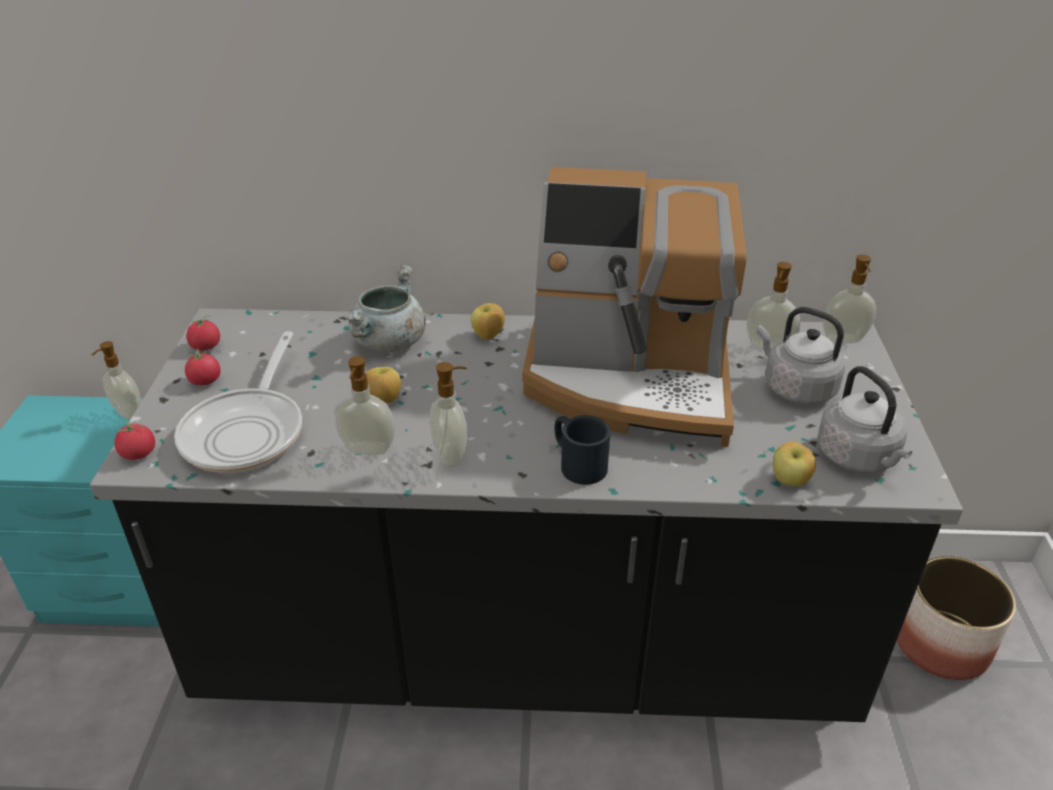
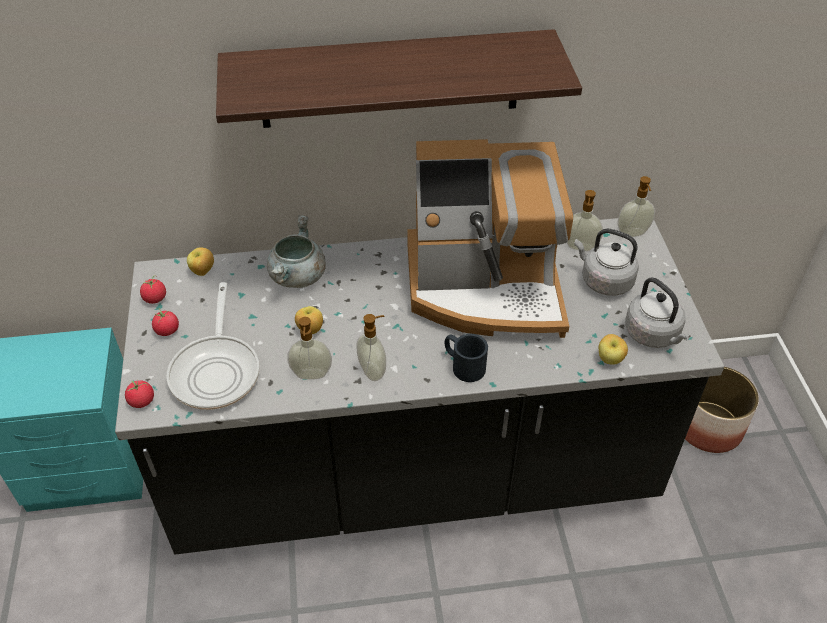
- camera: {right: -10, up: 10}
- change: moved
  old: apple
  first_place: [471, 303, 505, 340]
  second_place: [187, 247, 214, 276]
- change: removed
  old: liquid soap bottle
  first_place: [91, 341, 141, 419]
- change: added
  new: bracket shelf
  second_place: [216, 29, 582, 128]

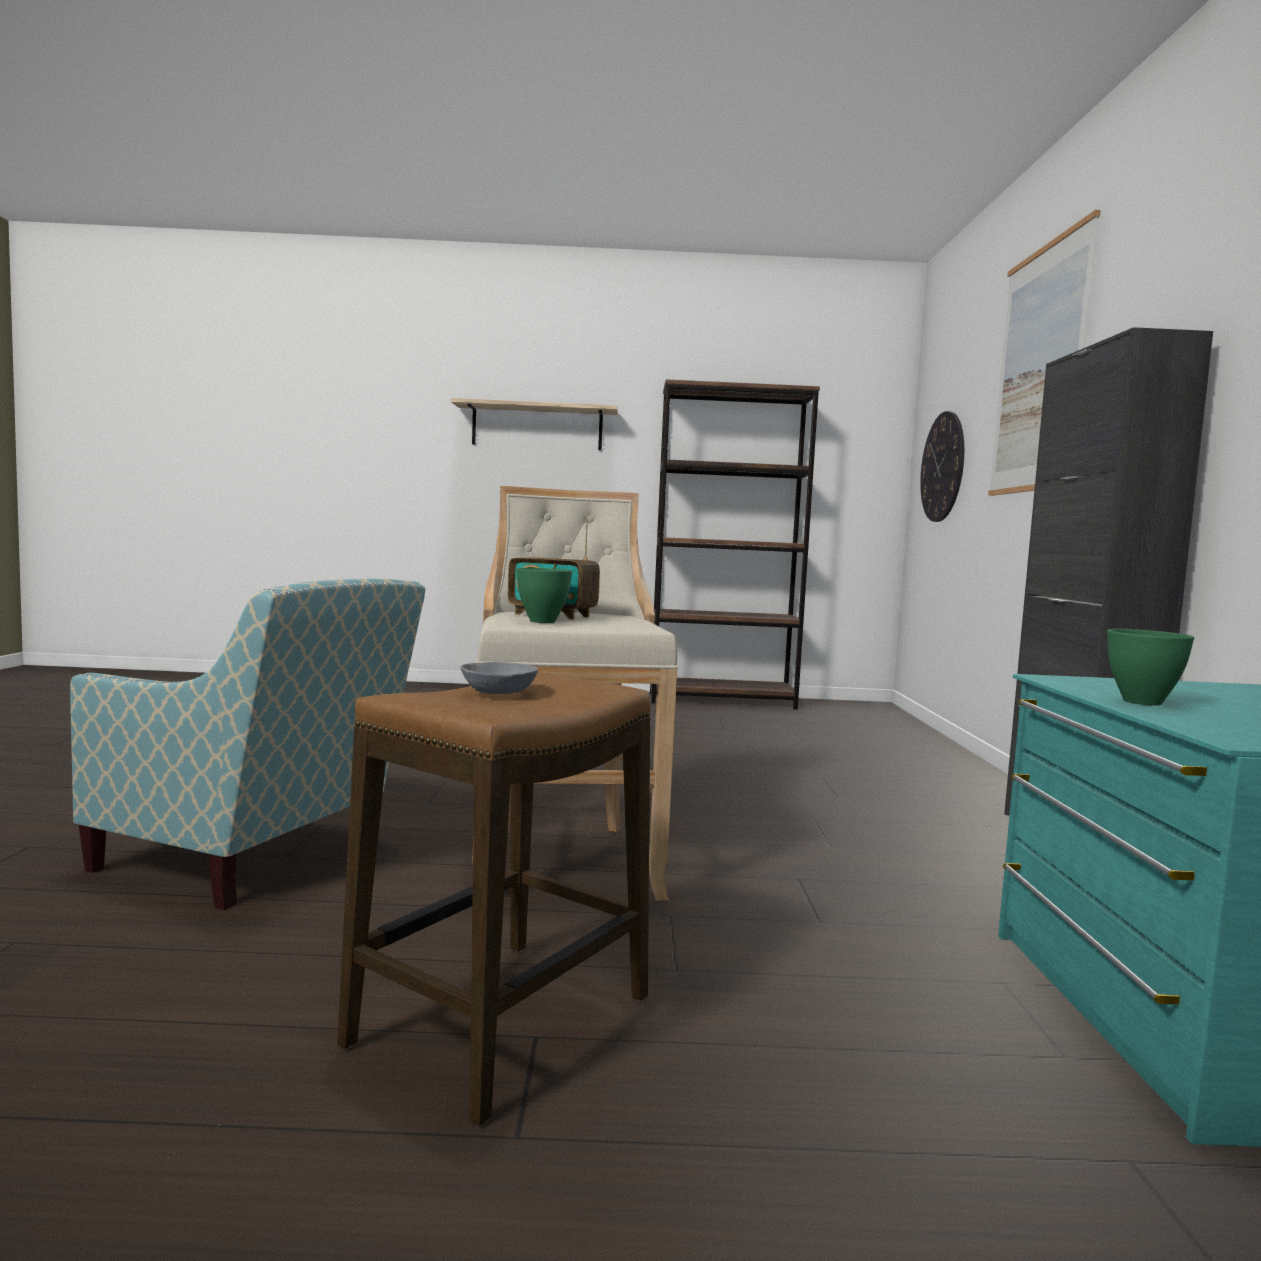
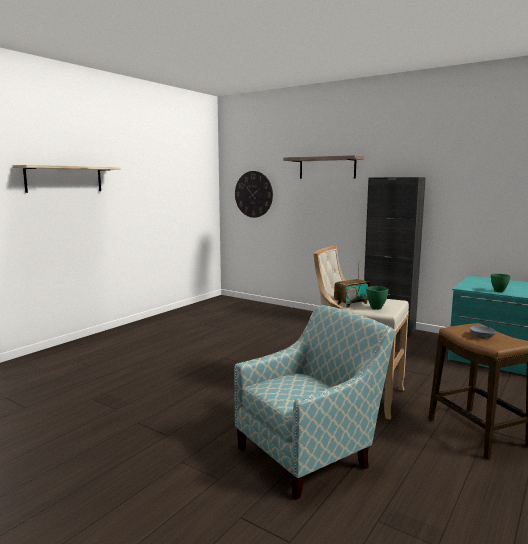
- camera: {right: -55, up: 5}
- change: replaced
  old: wall art
  new: bracket shelf
  first_place: [988, 210, 1100, 496]
  second_place: [283, 155, 364, 179]
- change: removed
  old: brown-coloured bookshelf
  first_place: [650, 379, 820, 710]

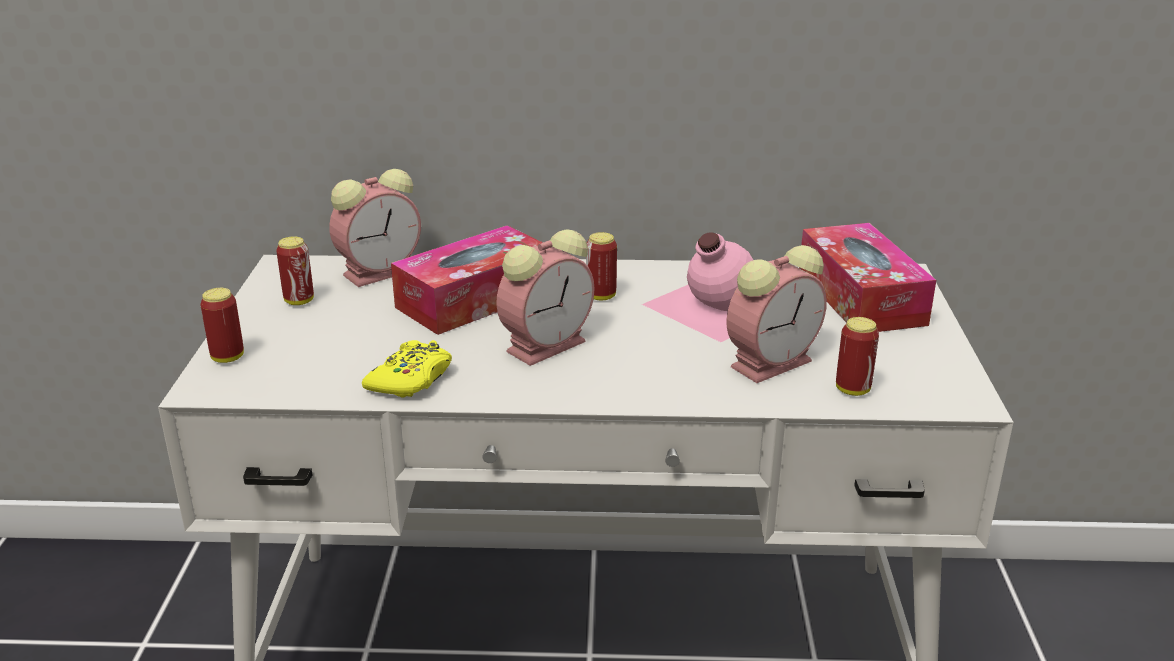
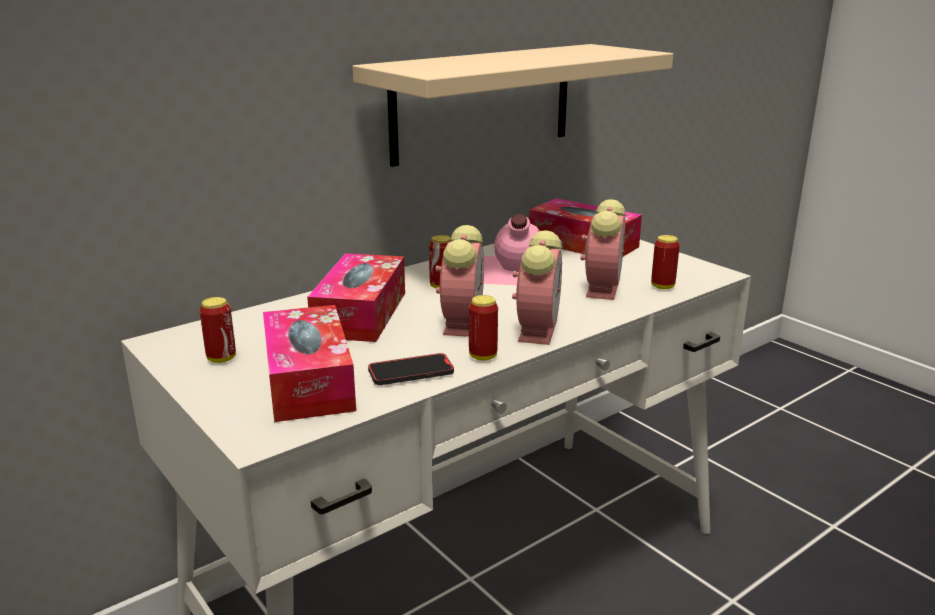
- camera: {right: -40, up: -5}
- change: moved
  old: bedside clock
  first_place: [329, 169, 421, 287]
  second_place: [512, 230, 562, 345]
- change: moved
  old: can
  first_place: [200, 288, 244, 363]
  second_place: [469, 295, 498, 360]
- change: replaced
  old: yellowish joypad
  new: handset
  first_place: [362, 340, 452, 398]
  second_place: [368, 353, 454, 385]
- change: added
  new: beige-coloured bracket shelf
  second_place: [352, 44, 673, 167]
- change: added
  new: tissue holder
  second_place: [263, 305, 356, 422]

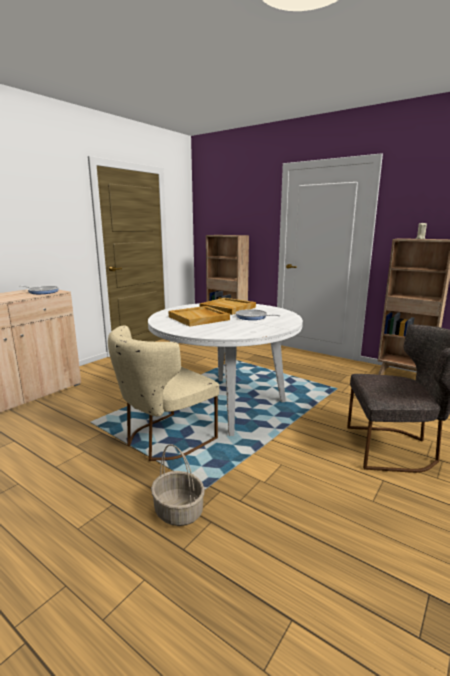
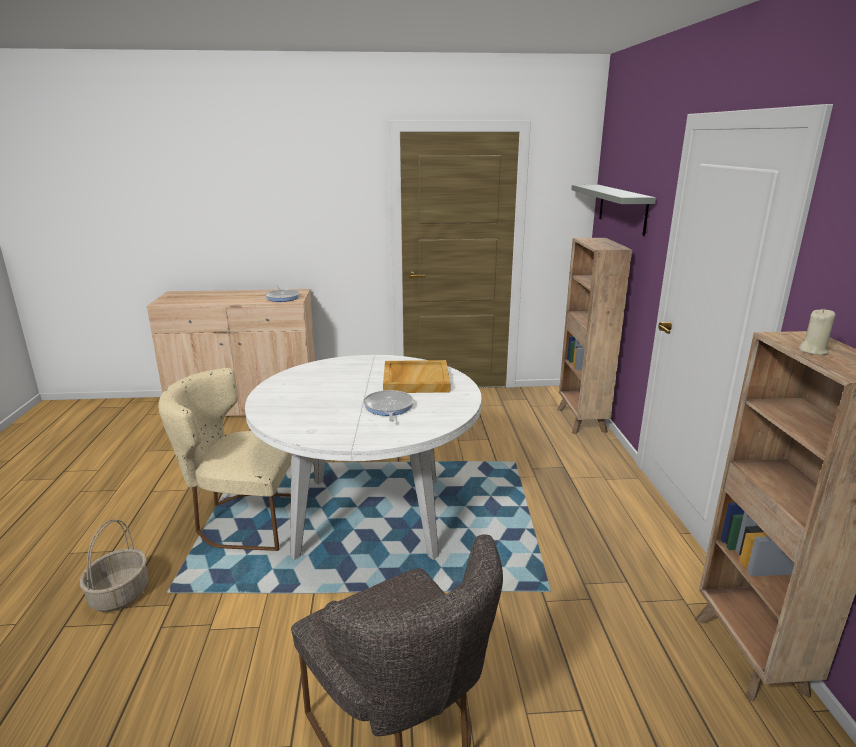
- camera: {right: 50, up: 5}
- change: removed
  old: beige-coloured carrying tray
  first_place: [168, 306, 230, 327]
- change: added
  new: greyish bracket shelf
  second_place: [571, 185, 656, 236]

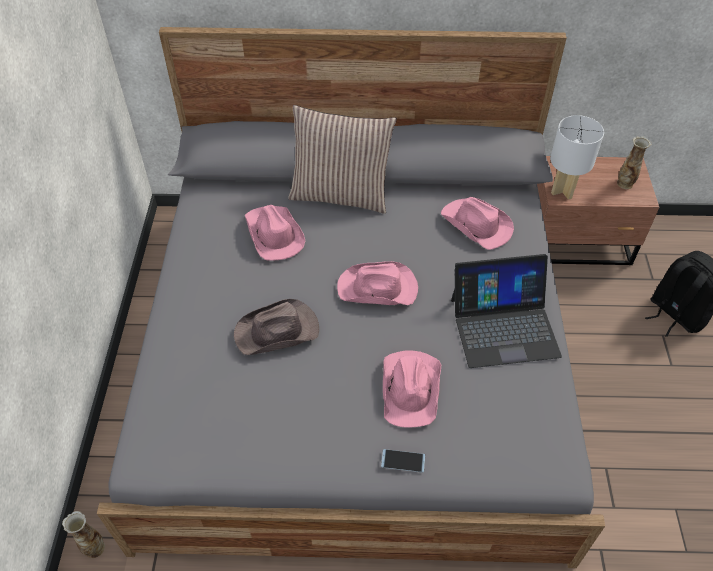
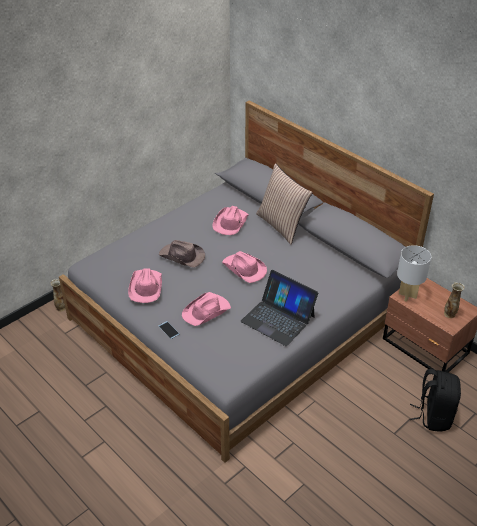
- camera: {right: 45, up: -10}
- change: moved
  old: pink hat
  first_place: [441, 197, 514, 250]
  second_place: [128, 268, 162, 303]

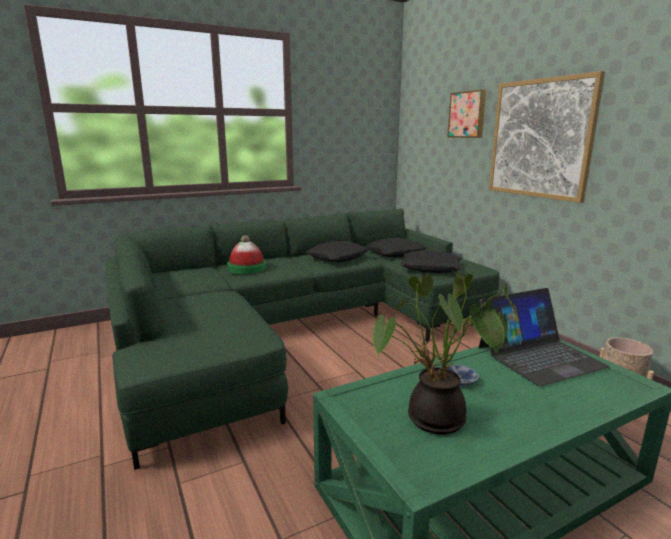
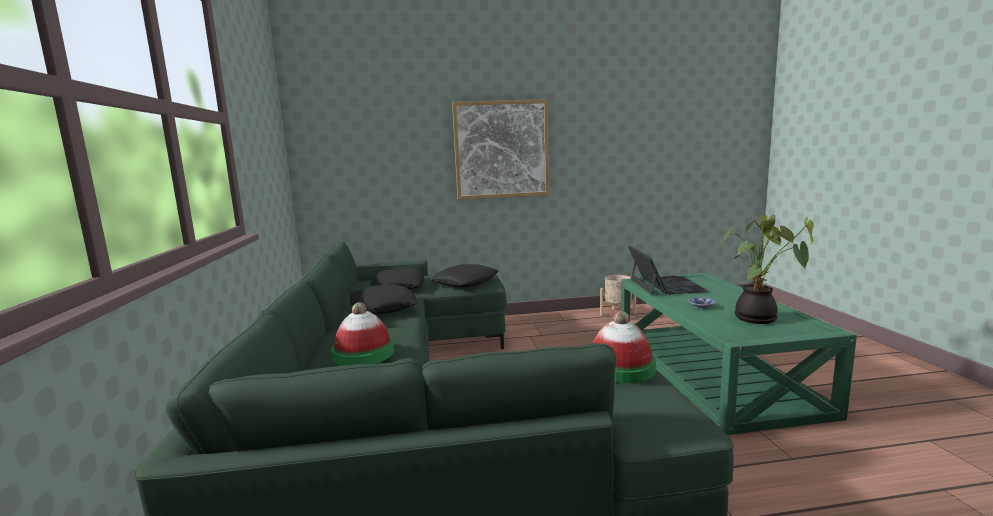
- camera: {right: -70, up: -5}
- change: removed
  old: wall art
  first_place: [447, 89, 486, 138]
- change: added
  new: hat
  second_place: [593, 311, 656, 383]

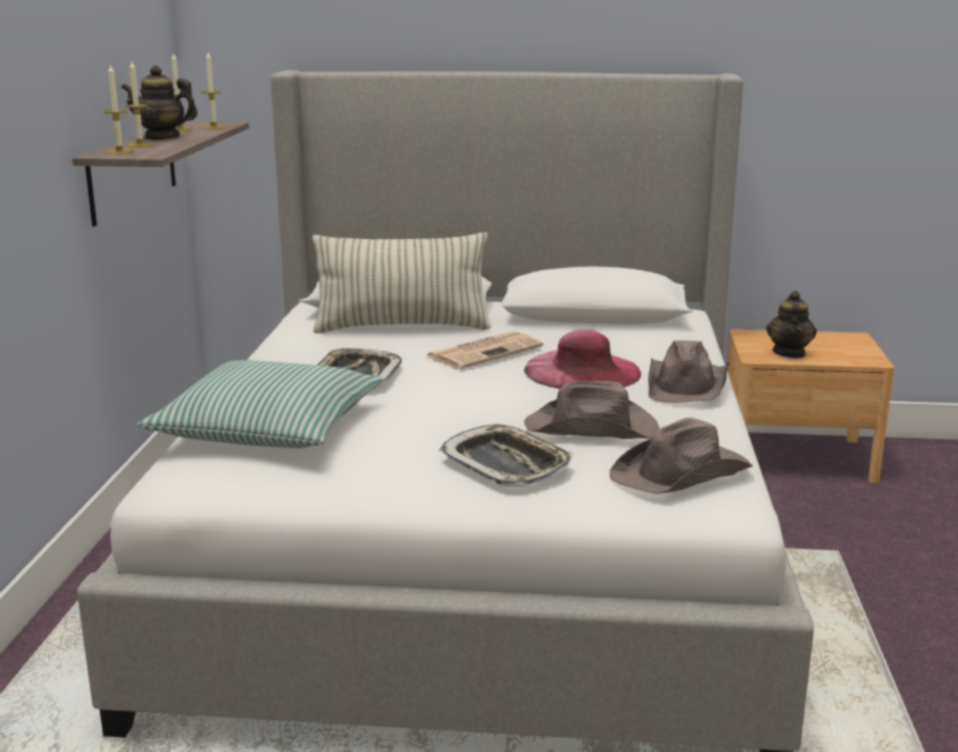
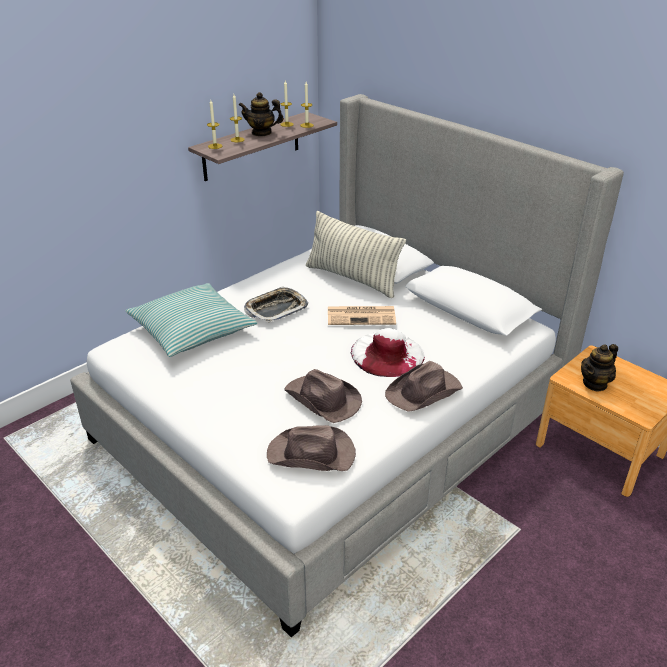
- camera: {right: 40, up: 15}
- change: turned
  old: tea pot
  first_place: [121, 65, 198, 140]
  second_place: [239, 92, 284, 136]
  degrees: -45
- change: recoloured
  old: pink hat
  new: white-coloured hat
  first_place: [524, 329, 641, 389]
  second_place: [351, 328, 425, 377]
- change: removed
  old: carrying tray
  first_place: [439, 424, 574, 487]

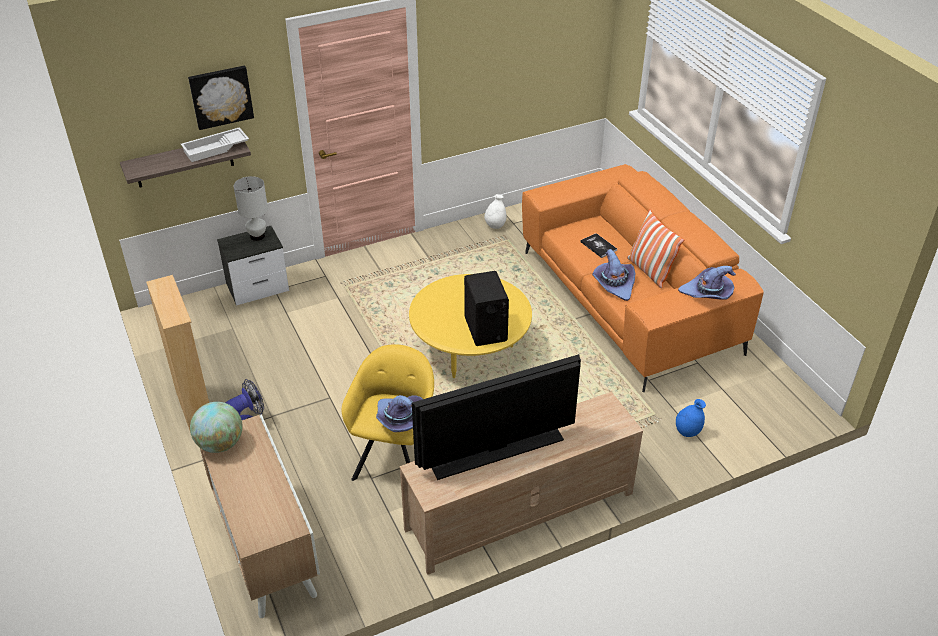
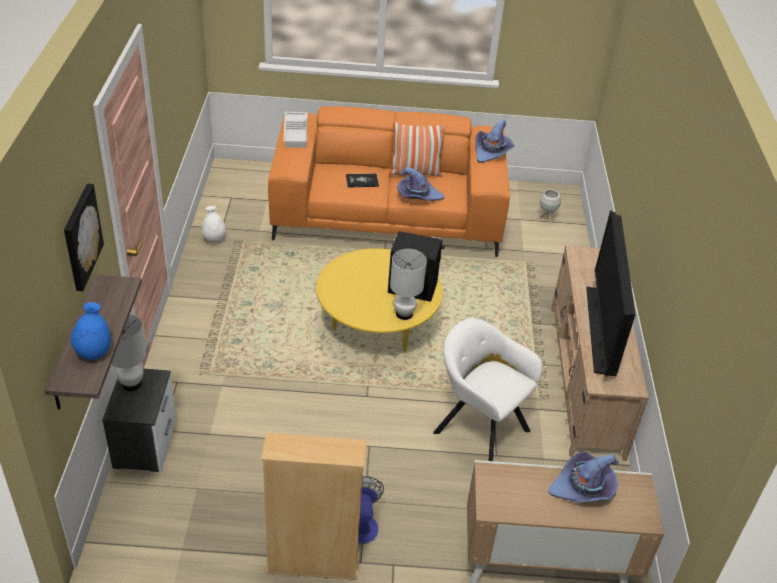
- camera: {right: -65, up: 0}
- change: moved
  old: white-coloured carrying tray
  first_place: [181, 127, 249, 162]
  second_place: [284, 112, 307, 148]
- change: recoloured
  old: yellowish easy chair
  new: white-coloured easy chair
  first_place: [342, 344, 434, 481]
  second_place: [433, 318, 542, 461]
- change: moved
  old: purplish hat
  first_place: [376, 395, 423, 432]
  second_place: [549, 451, 619, 502]
- change: moved
  old: bluish decorative vase
  first_place: [676, 399, 706, 437]
  second_place: [71, 302, 111, 360]
- change: removed
  old: desk globe
  first_place: [190, 402, 242, 453]
- change: added
  new: white-coloured flower pot
  second_place: [539, 189, 561, 221]
- change: added
  new: white-coloured lamp for a table
  second_place: [390, 249, 427, 320]

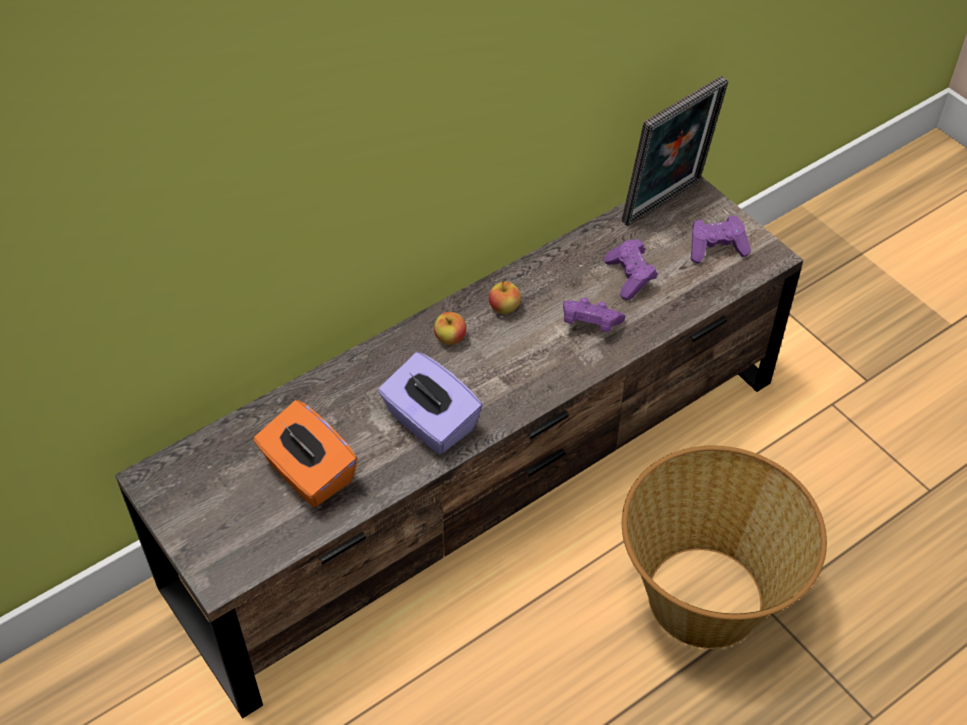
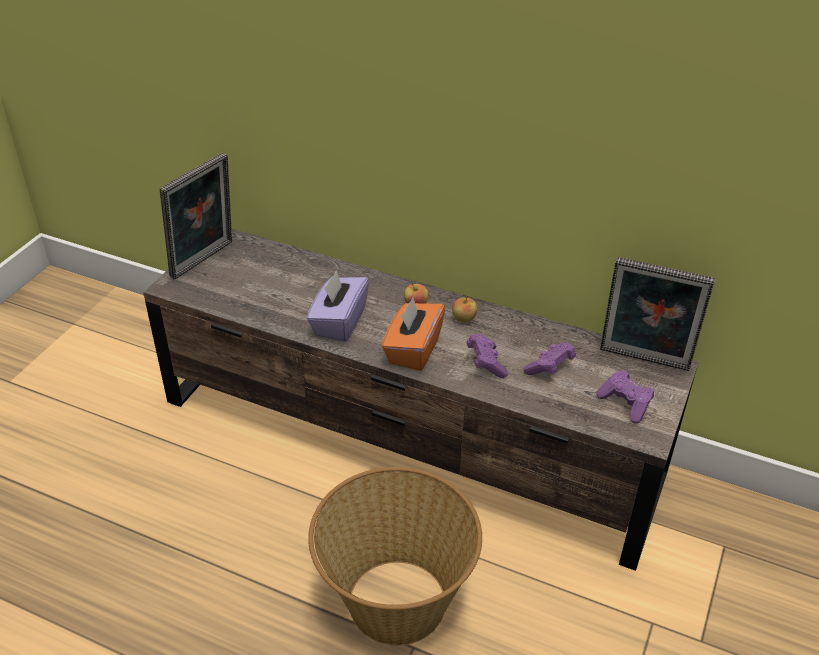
- camera: {right: 60, up: -10}
- change: moved
  old: orange-coloured tissue holder
  first_place: [254, 400, 358, 507]
  second_place: [382, 297, 445, 371]
- change: added
  new: picture frame
  second_place: [159, 153, 232, 280]

